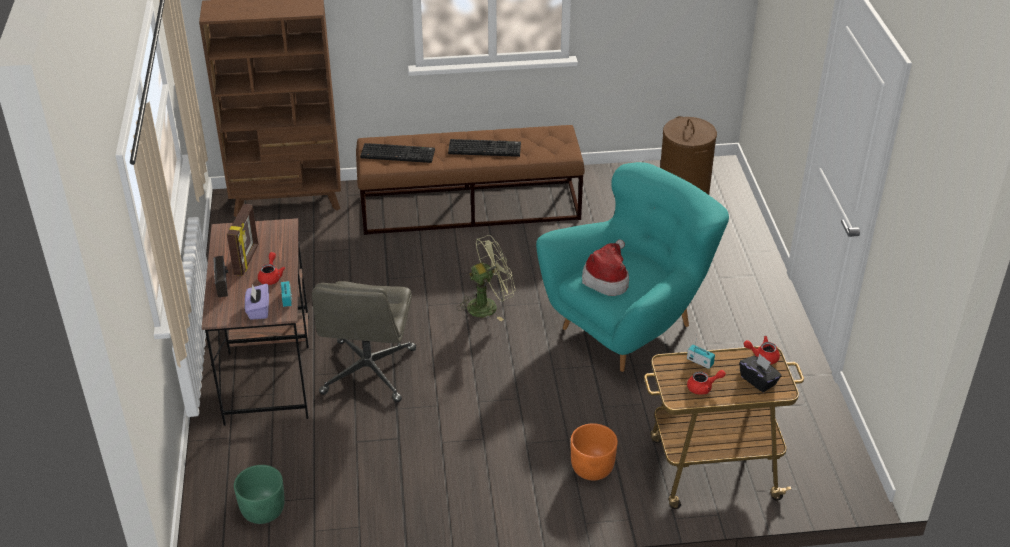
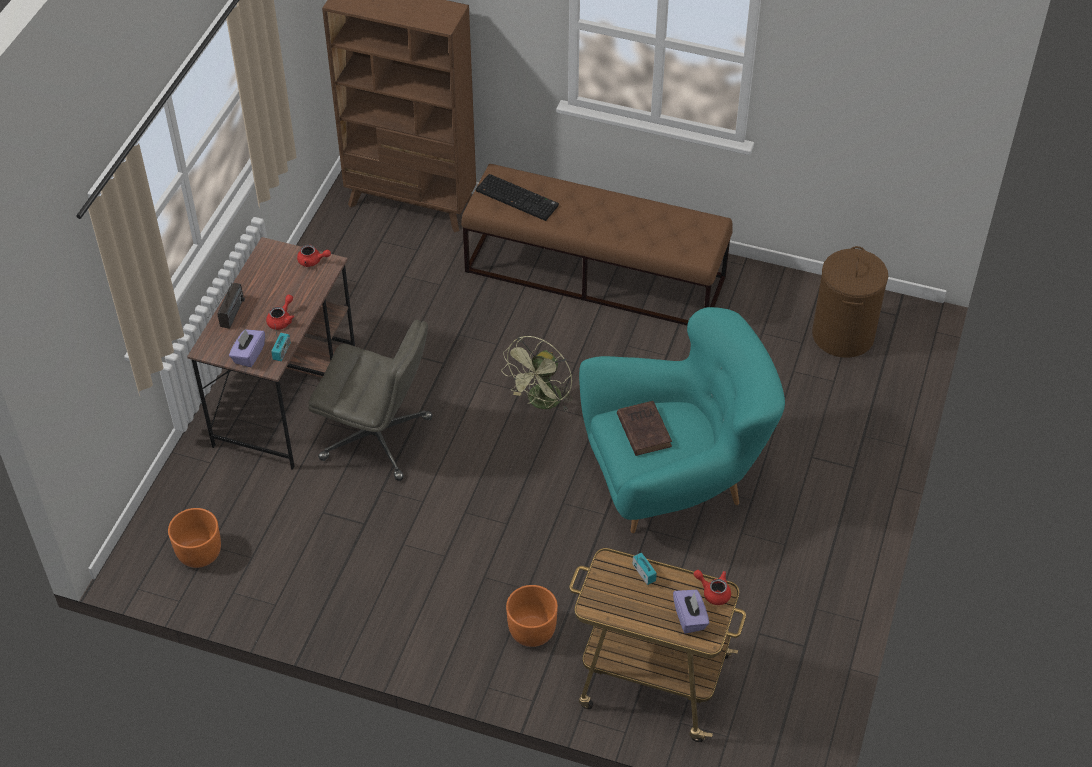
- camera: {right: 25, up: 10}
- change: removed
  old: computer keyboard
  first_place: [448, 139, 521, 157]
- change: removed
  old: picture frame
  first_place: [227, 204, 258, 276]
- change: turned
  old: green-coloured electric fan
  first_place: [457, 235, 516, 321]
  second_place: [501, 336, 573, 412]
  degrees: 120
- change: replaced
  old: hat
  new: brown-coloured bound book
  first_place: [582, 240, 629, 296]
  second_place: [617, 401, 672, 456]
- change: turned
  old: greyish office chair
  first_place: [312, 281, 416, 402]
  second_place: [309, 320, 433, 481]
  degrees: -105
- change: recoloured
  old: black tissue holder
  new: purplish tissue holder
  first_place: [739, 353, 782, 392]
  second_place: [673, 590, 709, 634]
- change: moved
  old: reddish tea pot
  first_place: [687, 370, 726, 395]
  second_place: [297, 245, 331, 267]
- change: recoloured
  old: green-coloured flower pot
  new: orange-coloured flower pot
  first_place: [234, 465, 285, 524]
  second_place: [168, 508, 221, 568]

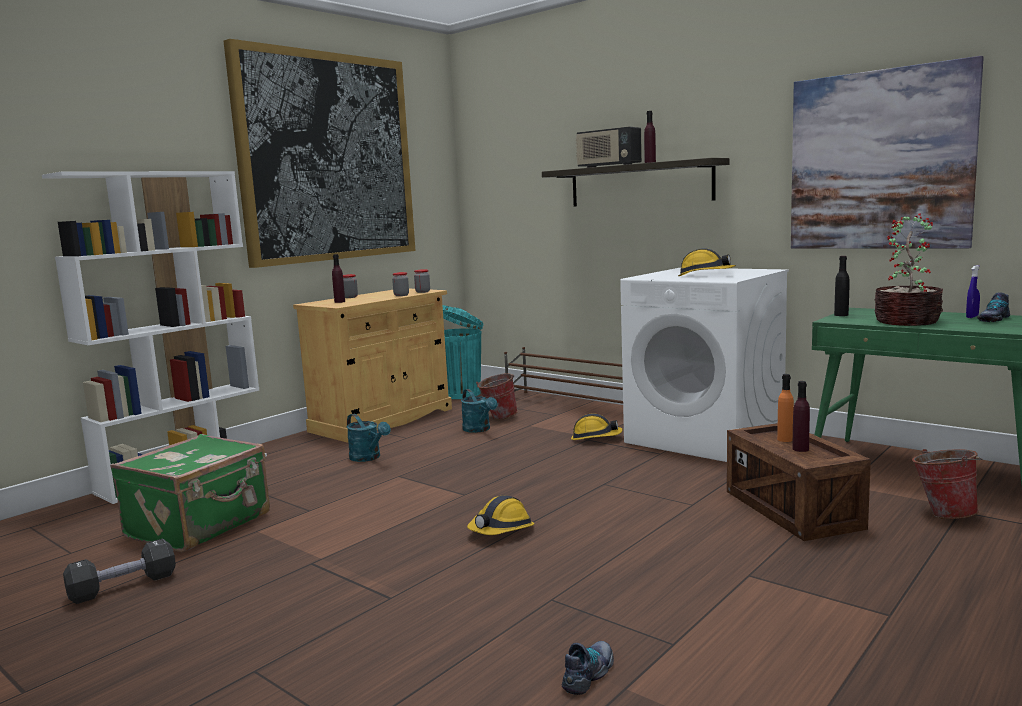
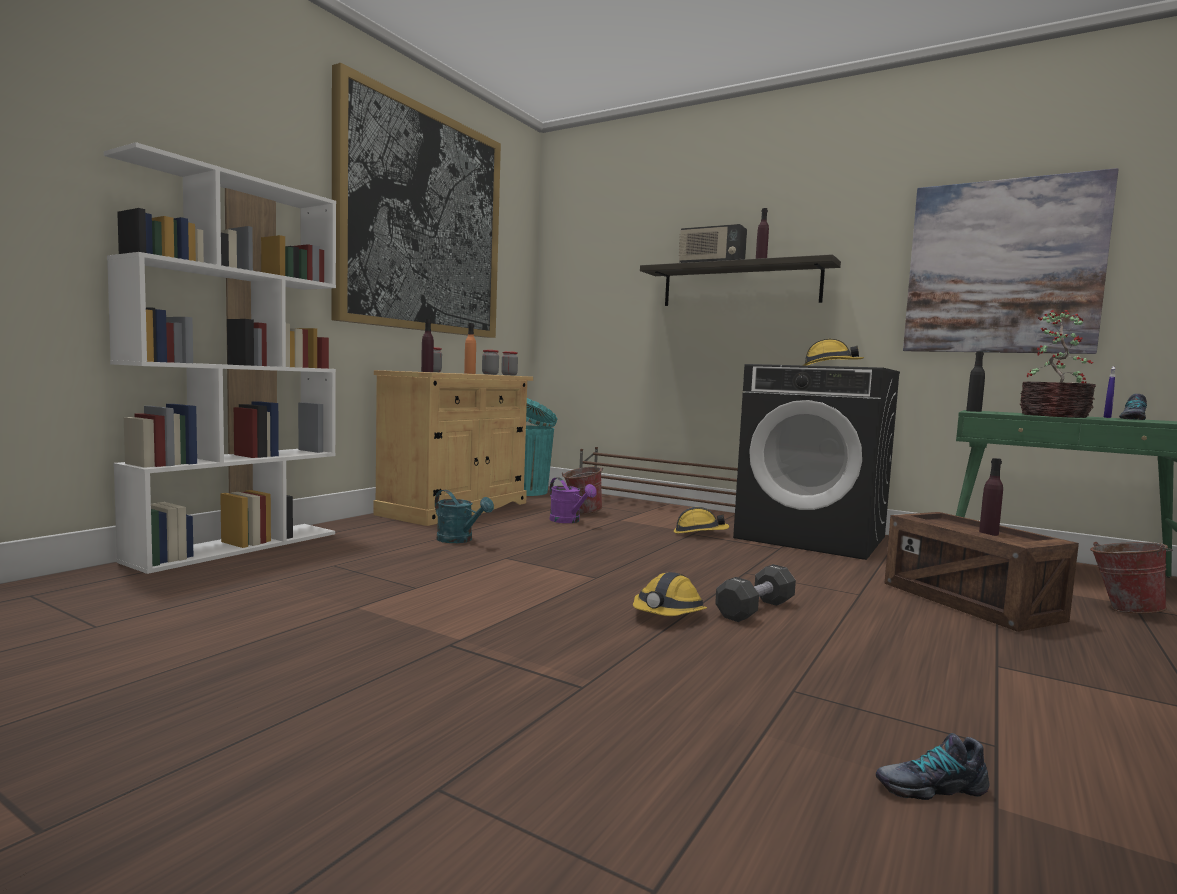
- camera: {right: -10, up: -5}
- change: recoloured
  old: white-coloured laundry appliance
  new: black laundry appliance
  first_place: [620, 268, 789, 462]
  second_place: [733, 364, 900, 560]
- change: moved
  old: orange-coloured drink bottle
  first_place: [777, 374, 794, 442]
  second_place: [464, 323, 476, 374]
- change: recoloured
  old: turquoise-coloured watering can
  new: purplish watering can
  first_place: [461, 389, 498, 433]
  second_place: [550, 477, 597, 523]
- change: removed
  old: green-coloured piece of luggage
  first_place: [110, 434, 270, 552]
- change: moved
  old: black free weight
  first_place: [63, 539, 176, 604]
  second_place: [715, 564, 796, 622]
- change: turned
  old: shoe
  first_place: [562, 641, 614, 695]
  second_place: [876, 733, 990, 800]
  degrees: -120

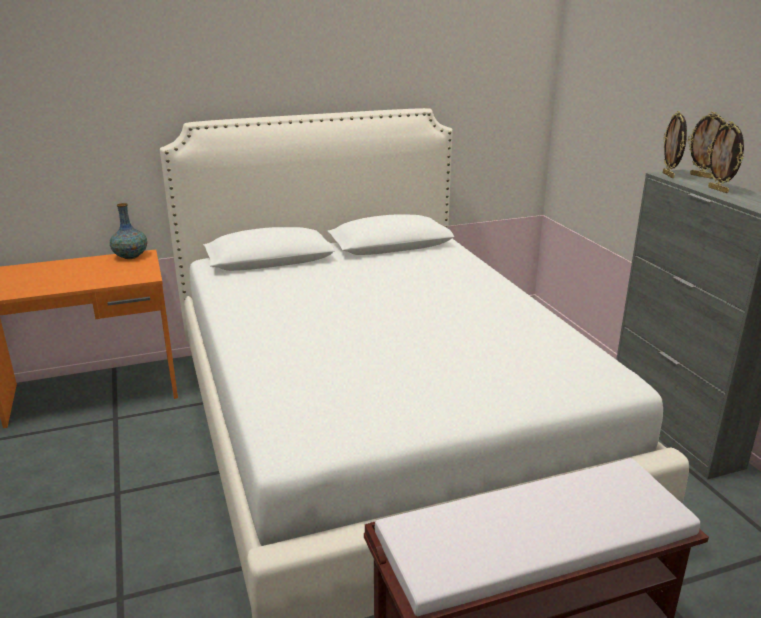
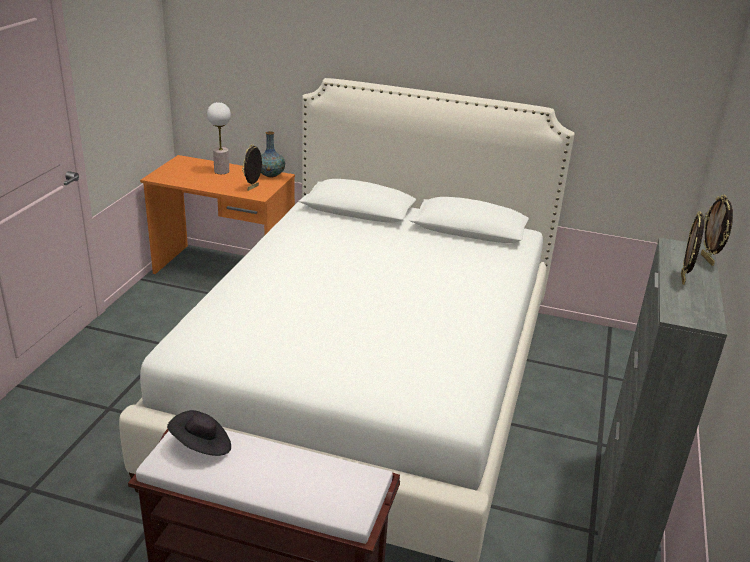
- camera: {right: 35, up: 5}
- change: moved
  old: picture frame
  first_place: [663, 111, 687, 178]
  second_place: [242, 144, 262, 191]
- change: added
  new: lamp for a table
  second_place: [207, 102, 231, 174]
- change: added
  new: black hat
  second_place: [167, 410, 231, 456]

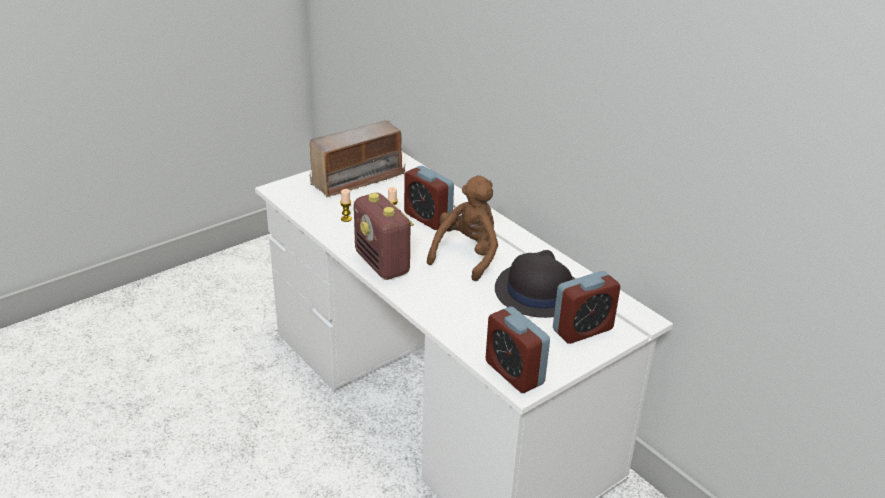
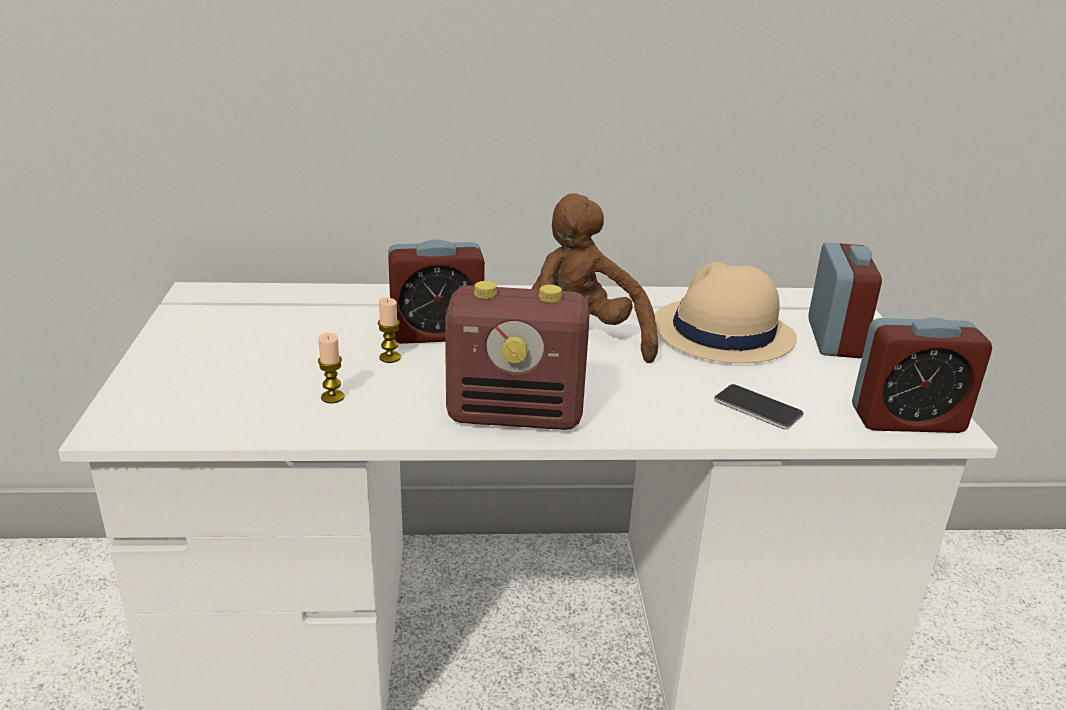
- camera: {right: -55, up: -5}
- change: removed
  old: radio receiver
  first_place: [309, 120, 405, 198]
- change: recoloured
  old: black hat
  new: beige-coloured hat
  first_place: [495, 250, 575, 318]
  second_place: [654, 262, 797, 363]
- change: added
  new: handset
  second_place: [714, 384, 804, 429]

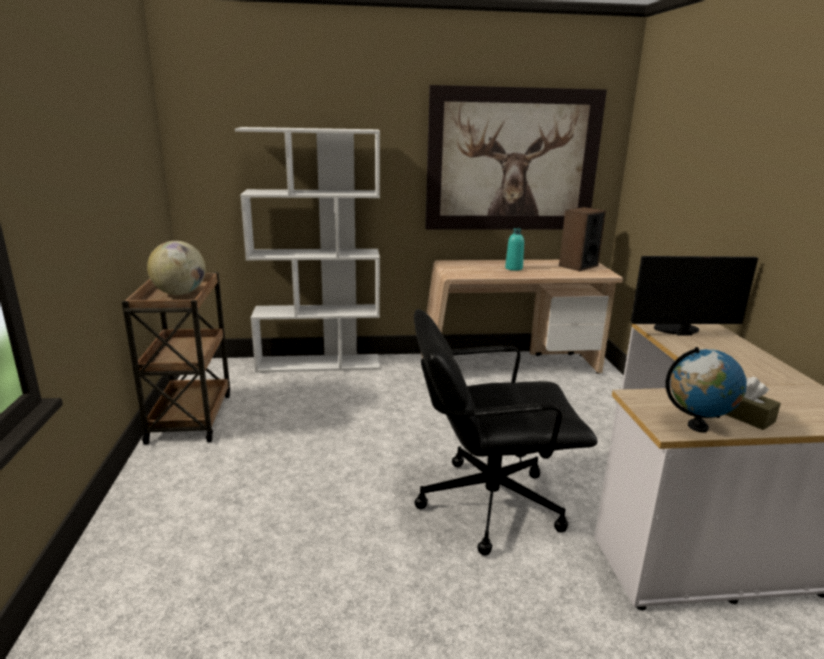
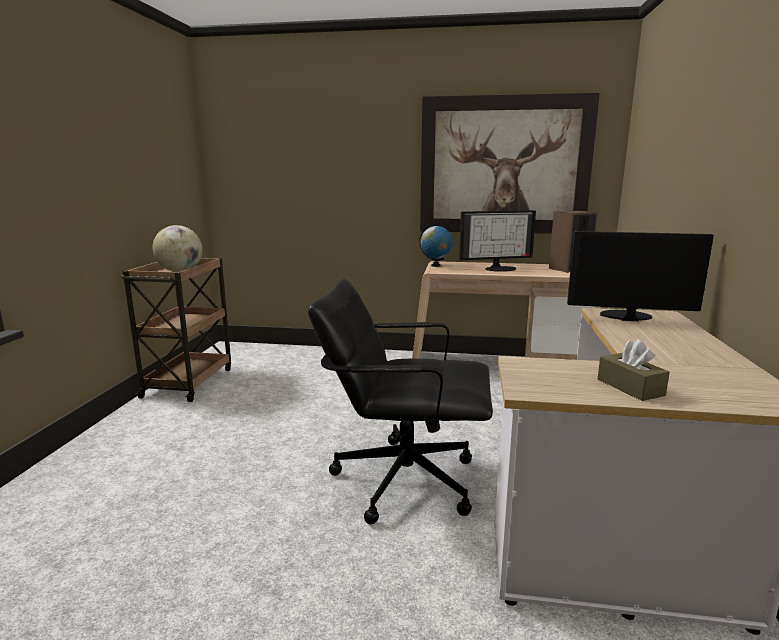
- camera: {right: 15, up: -5}
- change: removed
  old: white-coloured bookshelf
  first_place: [235, 127, 380, 373]
- change: replaced
  old: turquoise-coloured drink bottle
  new: monitor
  first_place: [505, 228, 524, 271]
  second_place: [459, 210, 536, 272]
- change: moved
  old: desk globe
  first_place: [666, 347, 747, 432]
  second_place: [420, 224, 453, 267]

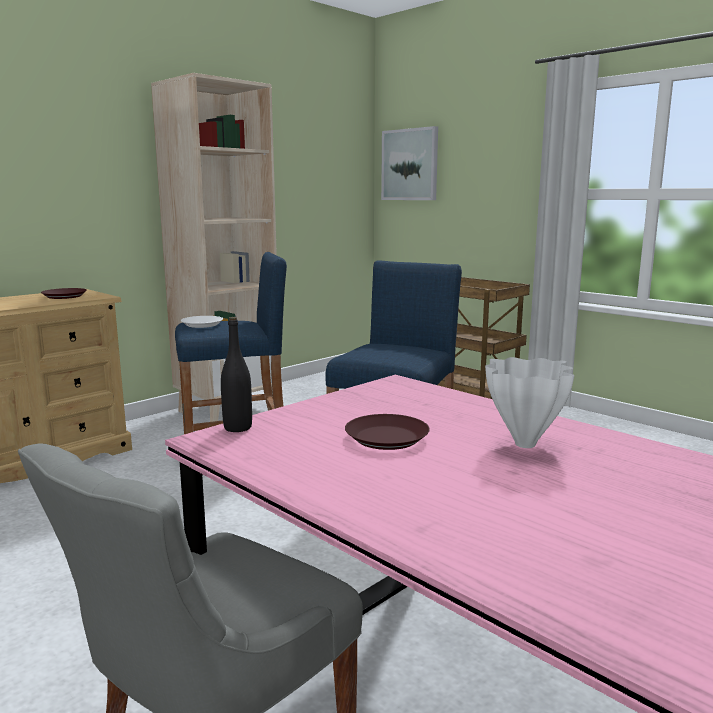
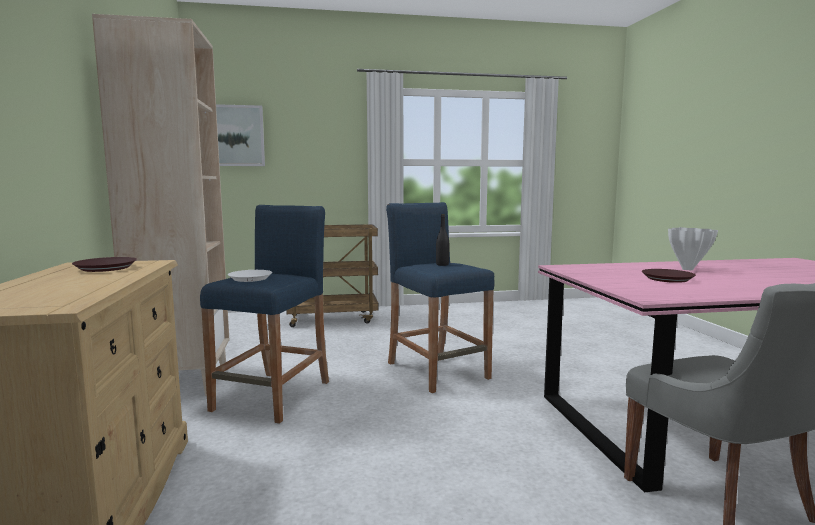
- camera: {right: -55, up: -5}
- change: moved
  old: black drink bottle
  first_place: [221, 317, 252, 432]
  second_place: [436, 214, 449, 266]

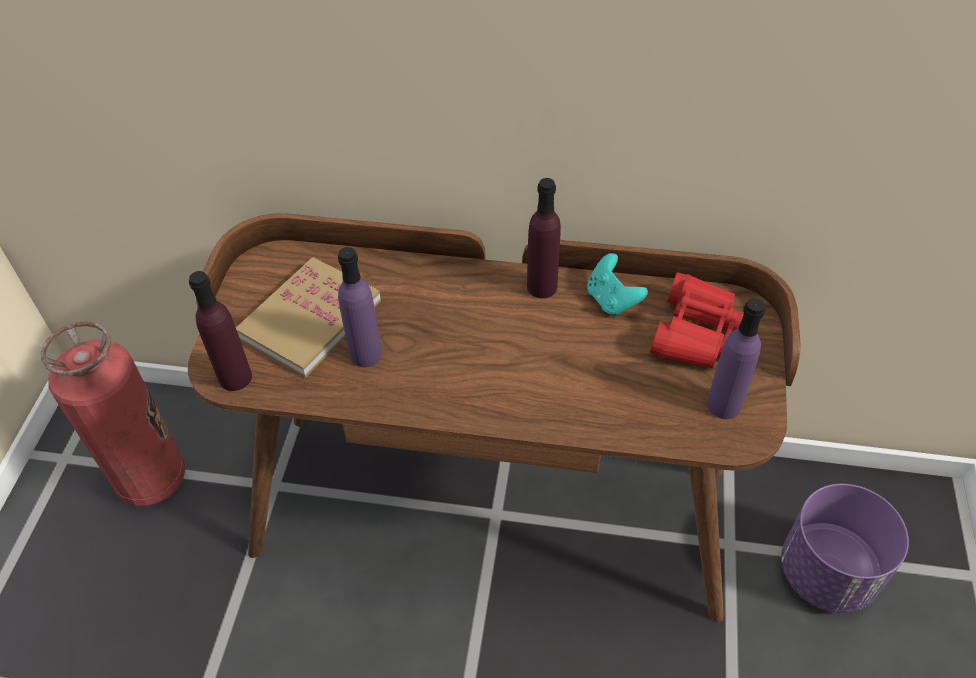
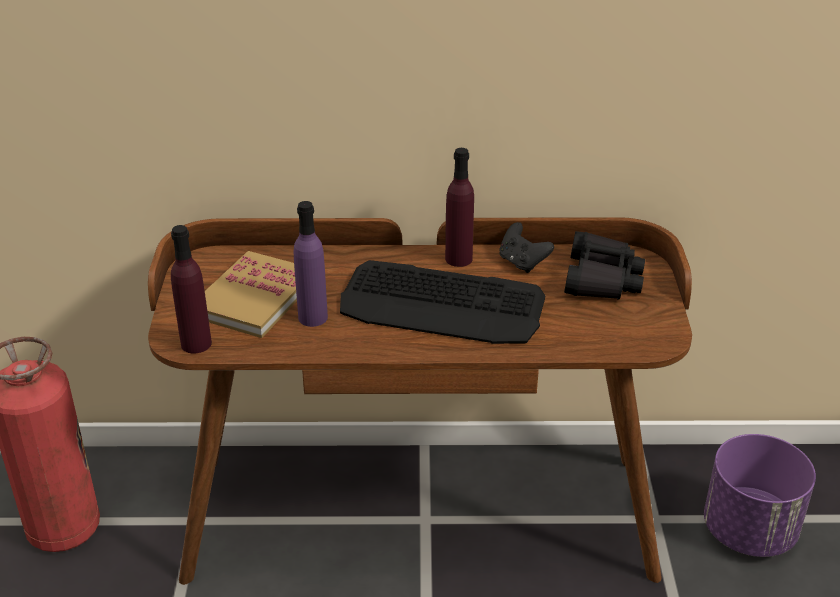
- camera: {right: -10, up: -15}
- change: recoloured
  old: turquoise-coloured joypad
  new: black joypad
  first_place: [587, 253, 648, 316]
  second_place: [499, 222, 554, 273]
- change: recoloured
  old: reddish binoculars
  new: black binoculars
  first_place: [650, 272, 744, 369]
  second_place: [564, 231, 645, 300]
- change: removed
  old: purplish drink bottle
  first_place: [707, 298, 766, 419]
- change: added
  new: computer keyboard
  second_place: [340, 260, 545, 344]

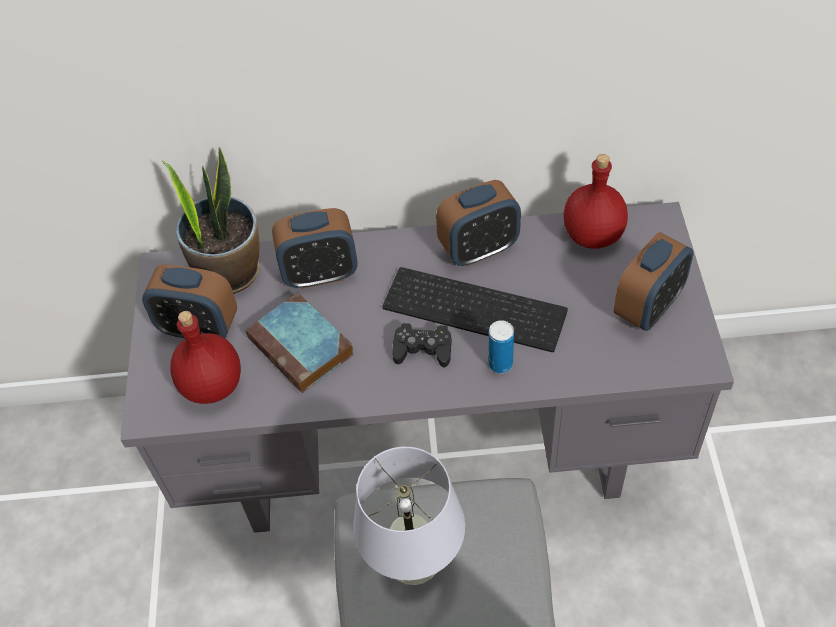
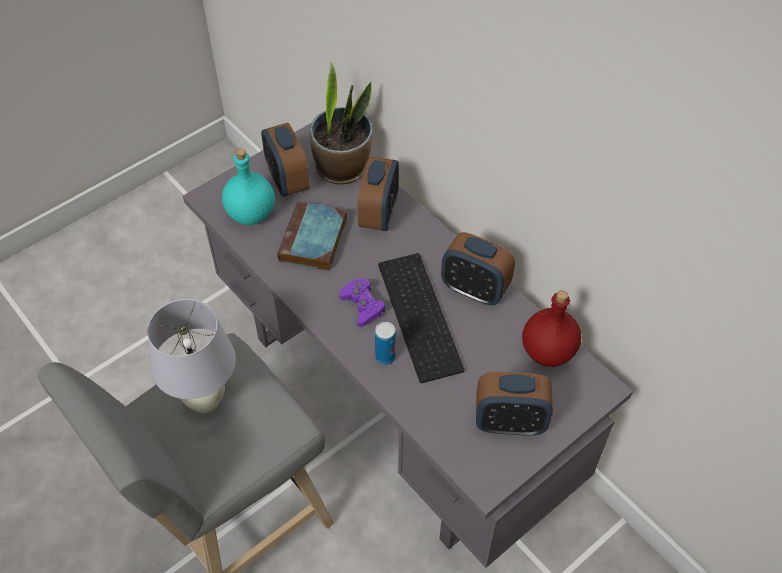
- camera: {right: 50, up: 0}
- change: turned
  old: bedside clock
  first_place: [272, 208, 357, 289]
  second_place: [358, 156, 399, 231]
  degrees: -120
- change: recoloured
  old: reddish drink bottle
  new: turquoise-coloured drink bottle
  first_place: [170, 311, 241, 404]
  second_place: [222, 148, 275, 225]
- change: recoloured
  old: black joypad
  new: purplish joypad
  first_place: [392, 323, 452, 367]
  second_place: [340, 279, 385, 327]

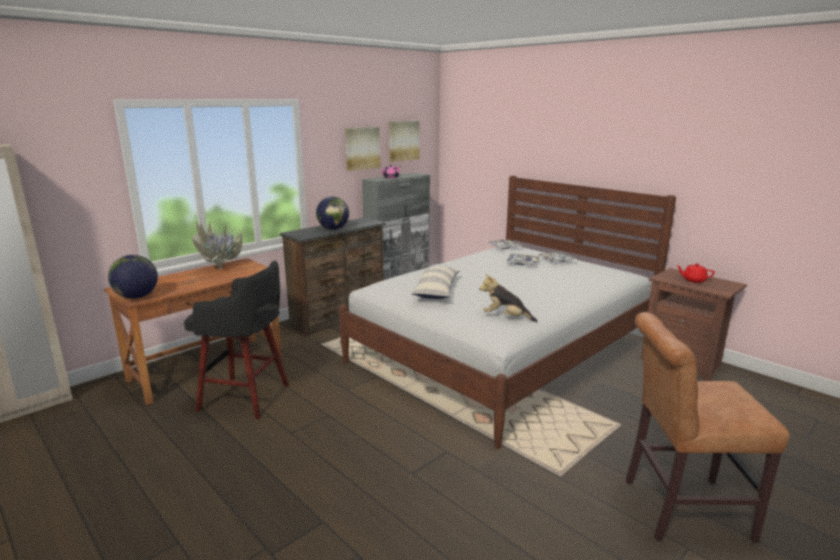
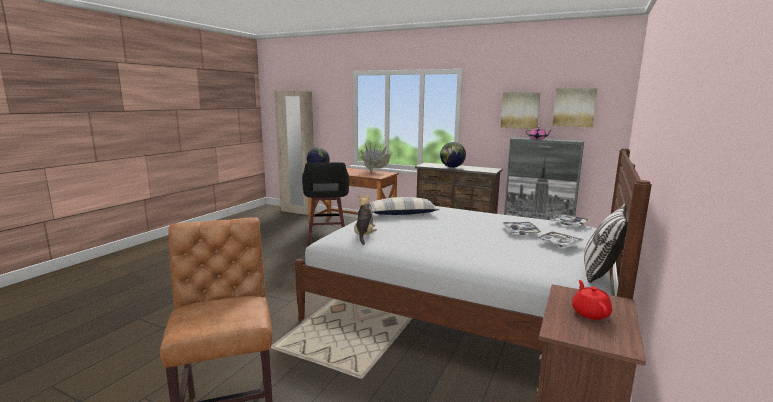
- camera: {right: 70, up: -5}
- change: added
  new: pillow
  second_place: [584, 204, 628, 283]

